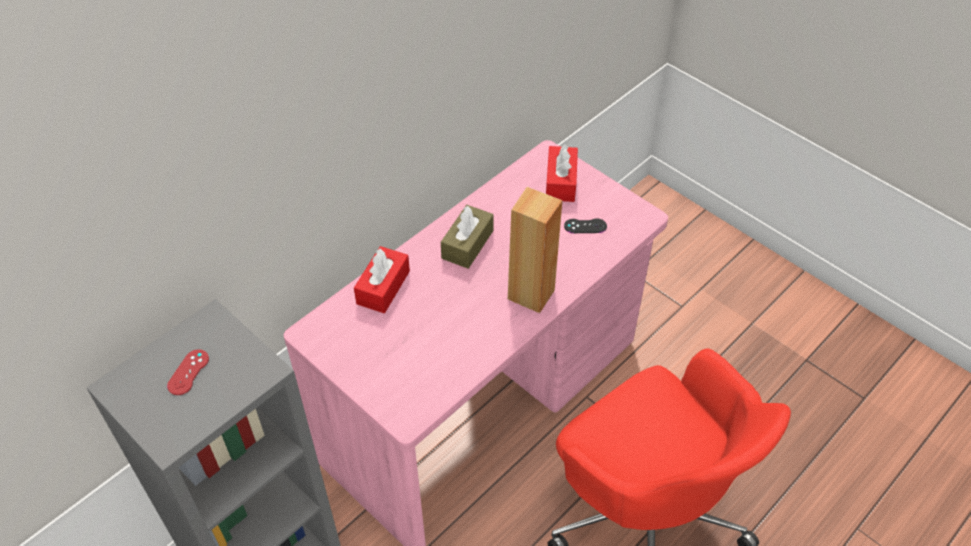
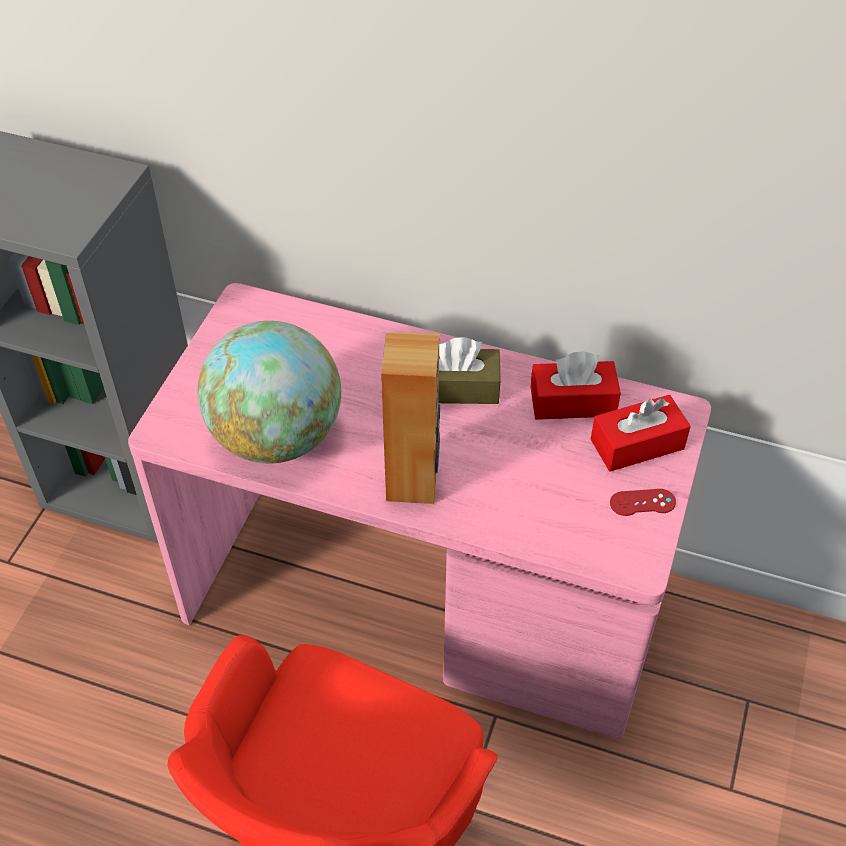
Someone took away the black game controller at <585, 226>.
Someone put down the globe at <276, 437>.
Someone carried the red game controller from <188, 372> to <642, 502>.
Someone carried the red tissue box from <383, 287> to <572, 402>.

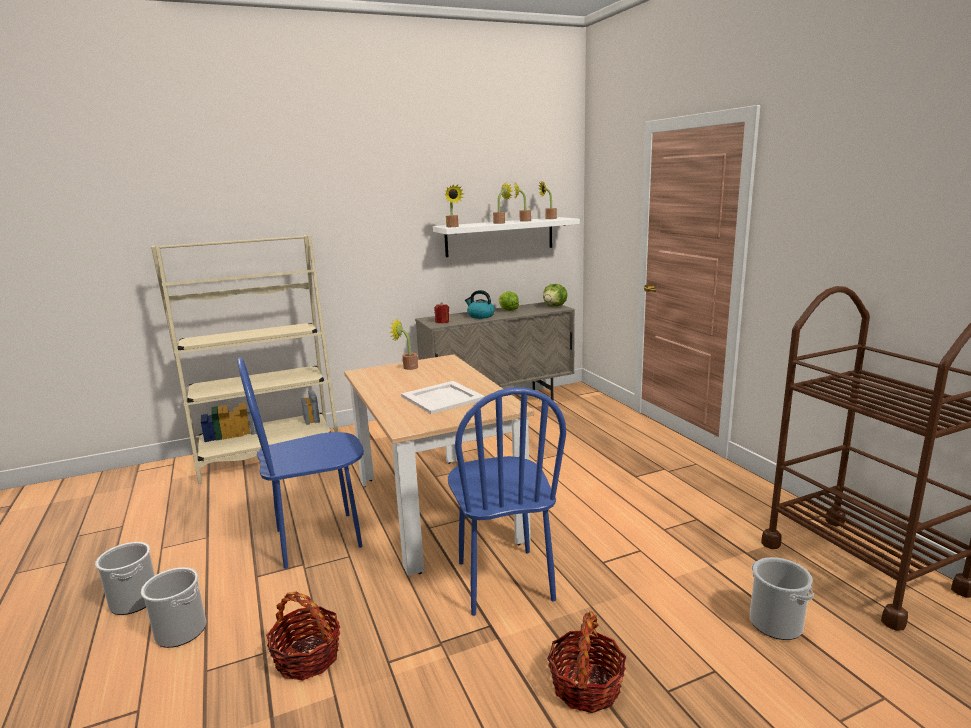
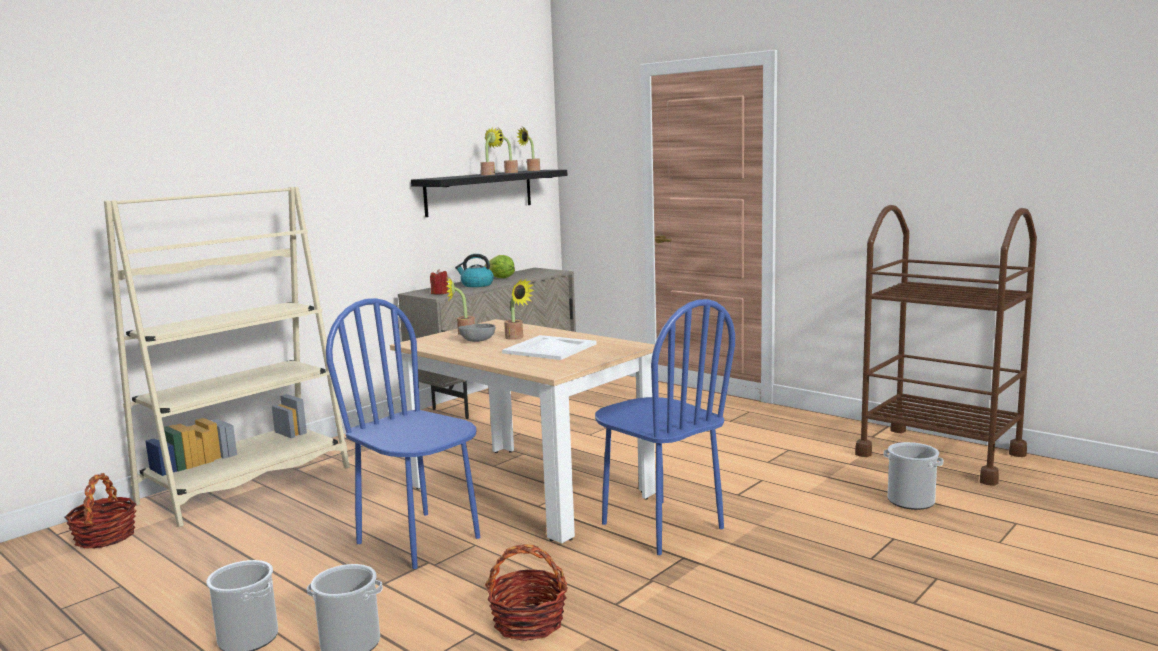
Someone took away the lettuce at <555, 306>.
Someone put down the grey bowl at <477, 340>.
Someone carried the potted plant from <453, 227> to <517, 338>.
Someone carried the basket from <586, 686> to <105, 537>.
Someone repainted the white shelf at <500, 236>, which became the black shelf at <479, 192>.
Someone rotated the blue chair at <318, 539> by 90 degrees clockwise.

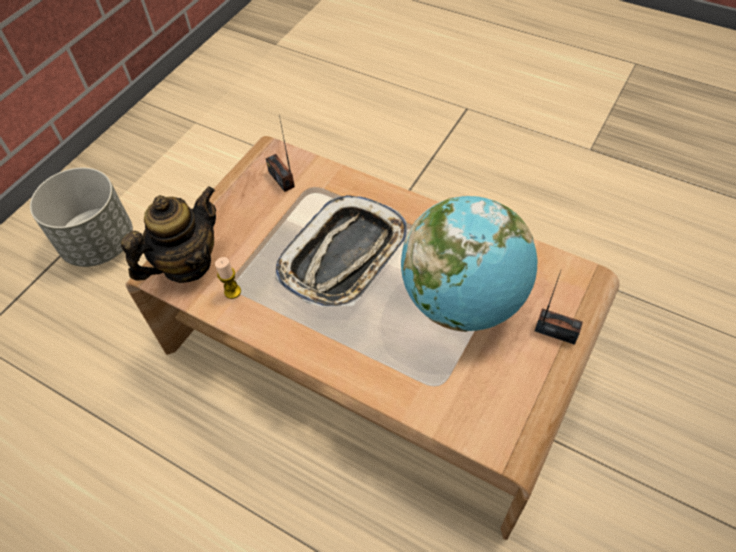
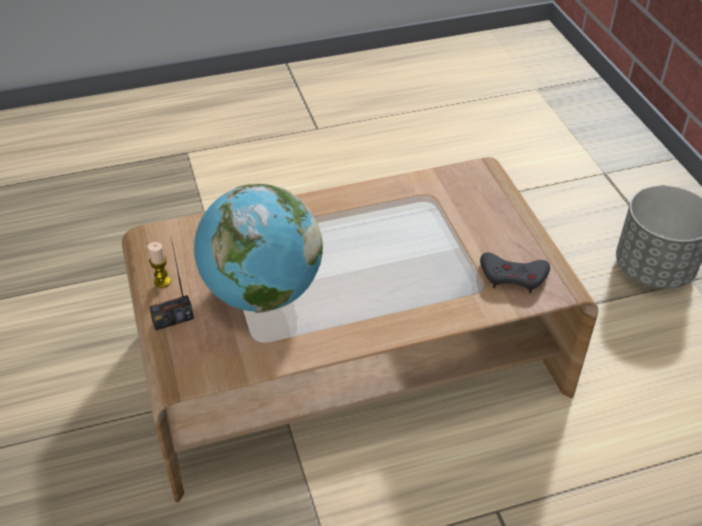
Someone took away the teapot at <187, 264>.
Someone took away the tray at <344, 257>.
Someone carried the candle from <232, 291> to <162, 281>.
Someone swapped the radio at <281, 179> for the grey game controller at <513, 276>.

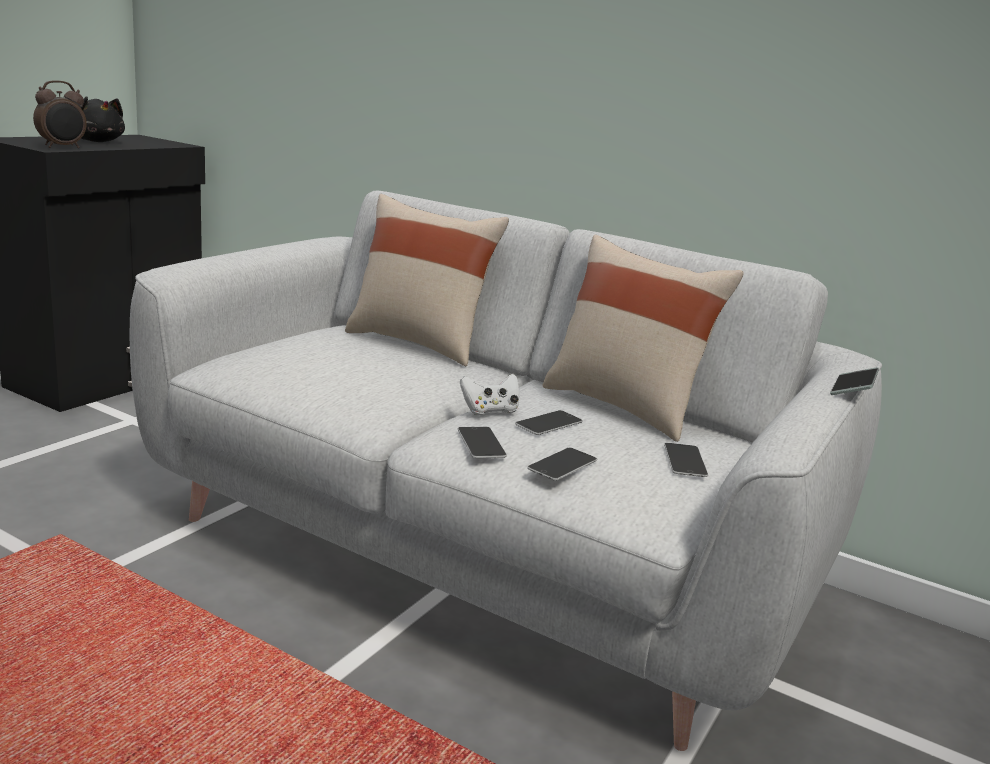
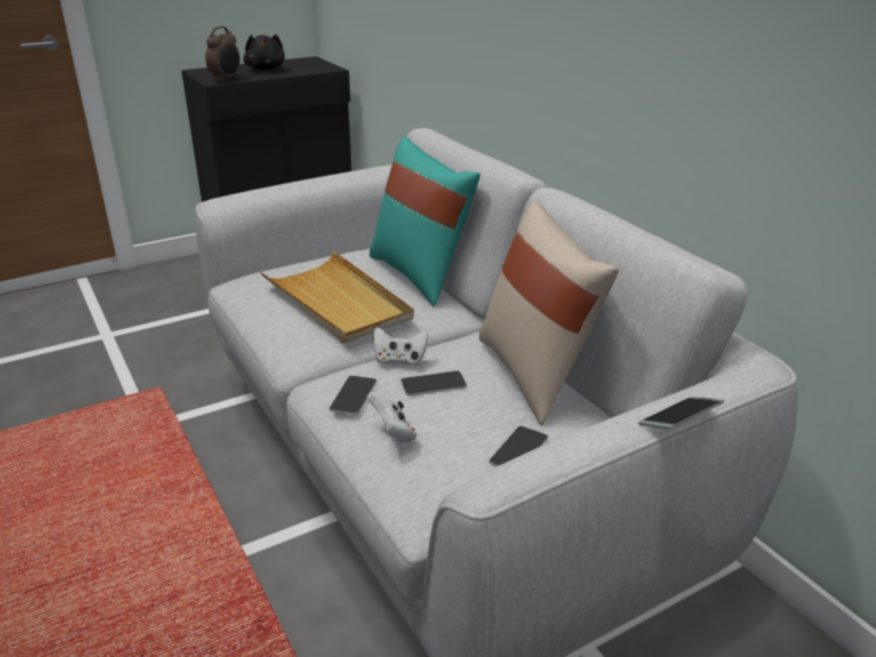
Someone put down the beige tray at <337, 302>.
Someone swapped the phone at <562, 464> for the white game controller at <393, 433>.
Someone repainted the beige pillow at <419, 343>, which became the turquoise pillow at <421, 275>.
Someone rotated the alarm clock at <63, 147> by 45 degrees counterclockwise.

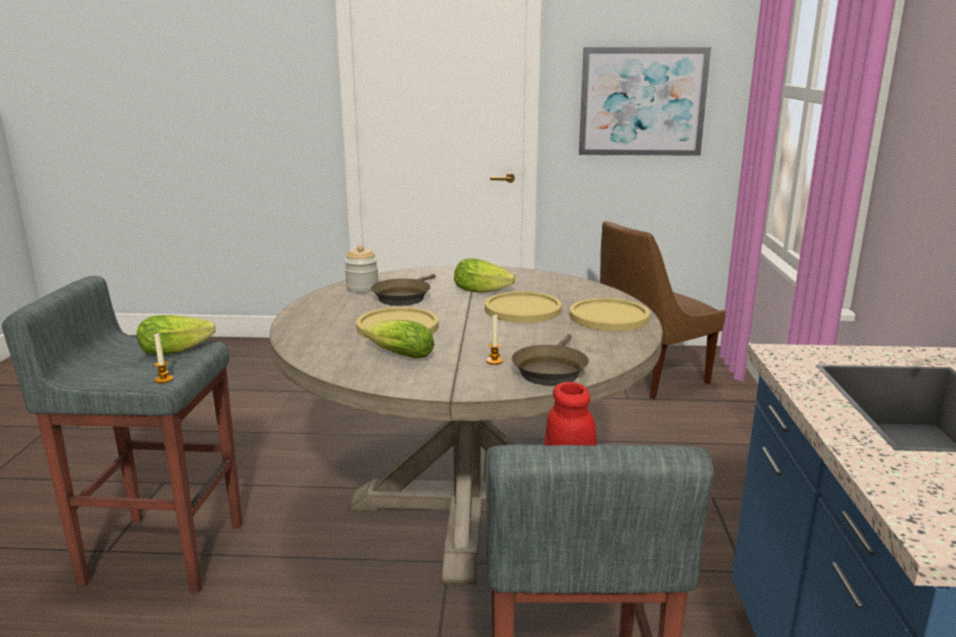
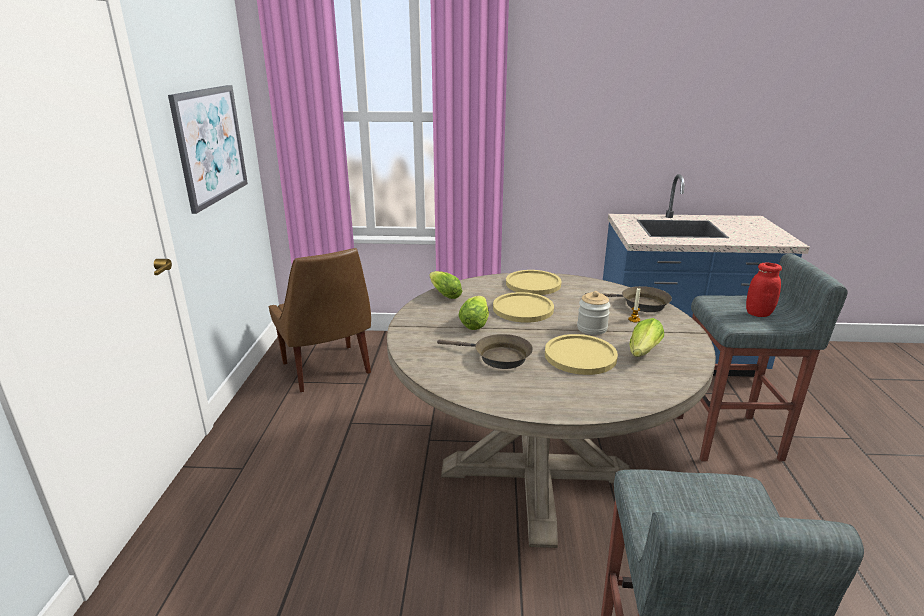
Someone took away the candle at <163, 379>.
Someone carried the lettuce from <180, 349> to <443, 294>.
Someone carried the jar from <362, 288> to <592, 328>.

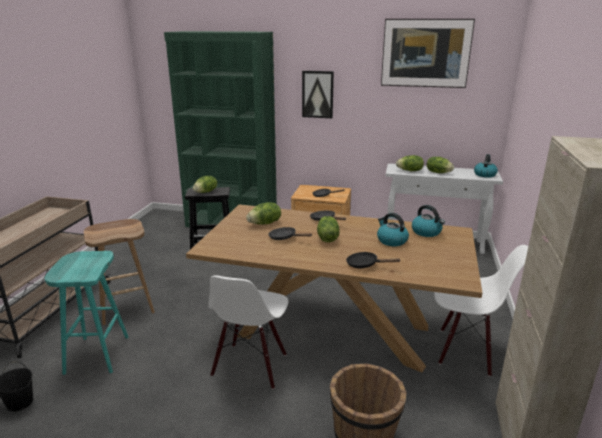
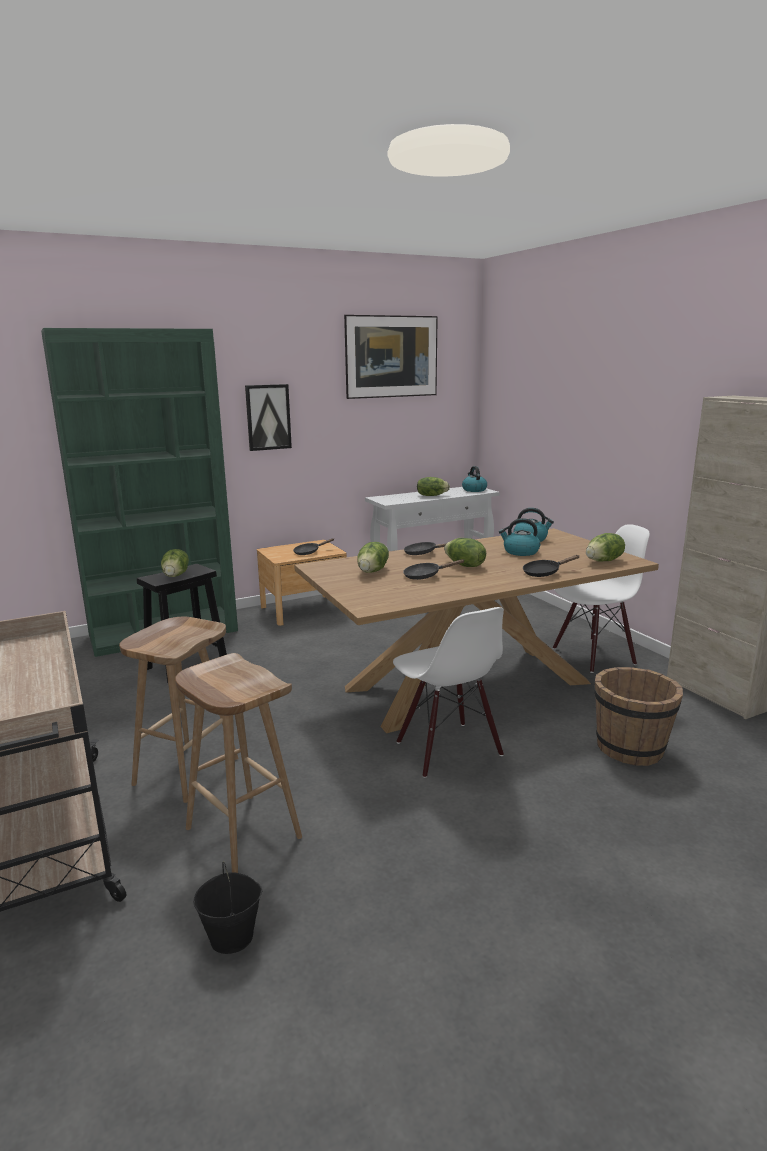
Someone carried the lettuce from <410, 171> to <604, 561>.
Someone repainted the turquoise stool at <96, 354>, which became the brown stool at <241, 832>.

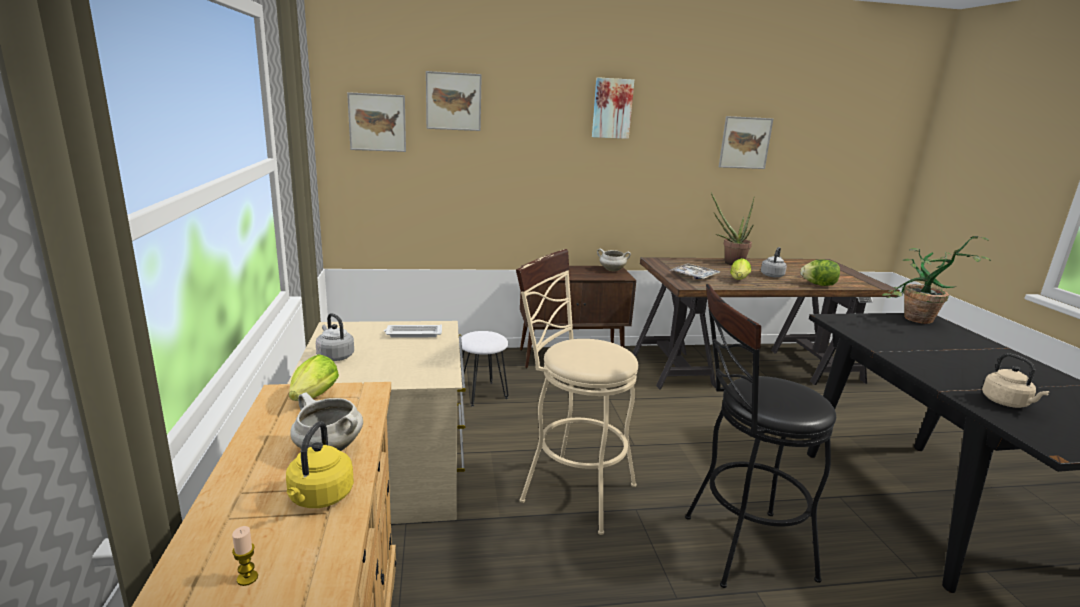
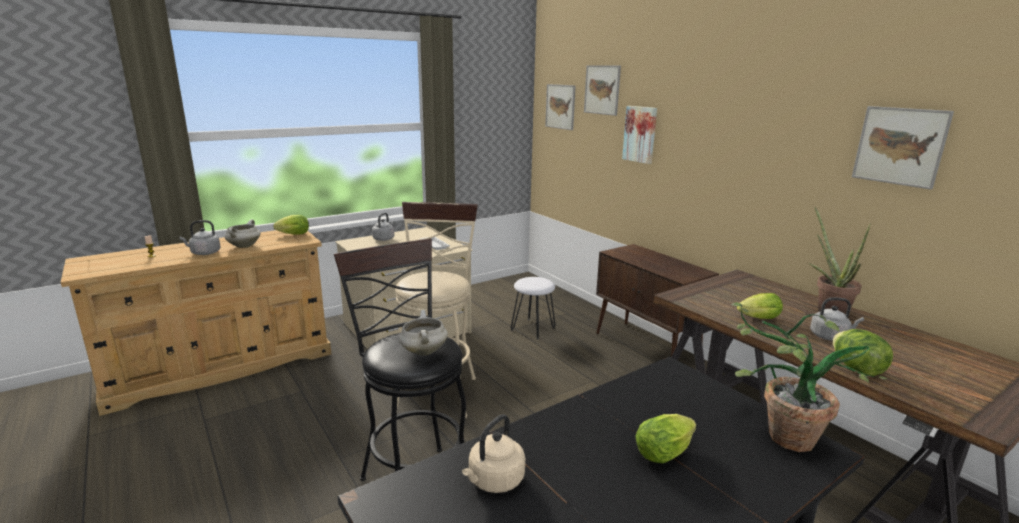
Someone took away the tray at <694, 276>.
Someone put down the lettuce at <666, 452>.
Someone carried the picture from <612, 108> to <640, 134>.
Someone carried the white cooking pot from <611, 270> to <423, 351>.
Someone repainted the yellow kettle at <319, 498>, which became the grey kettle at <204, 253>.

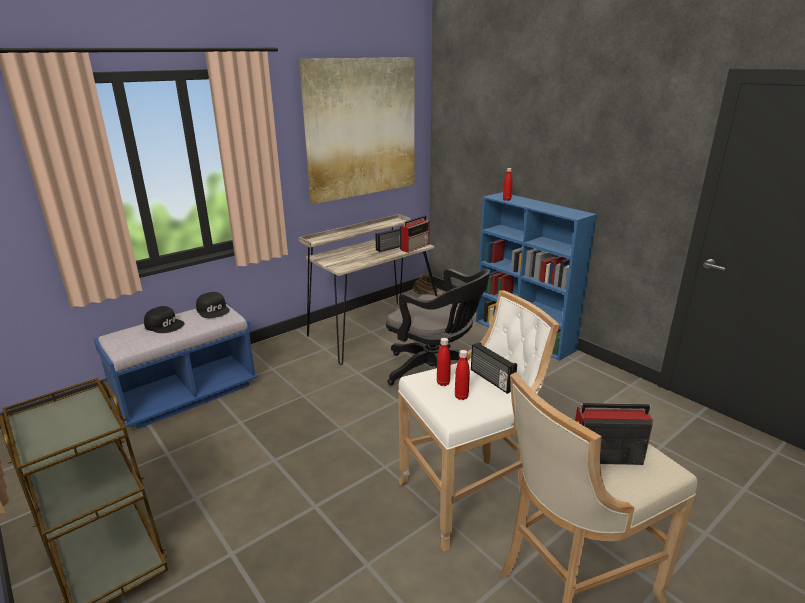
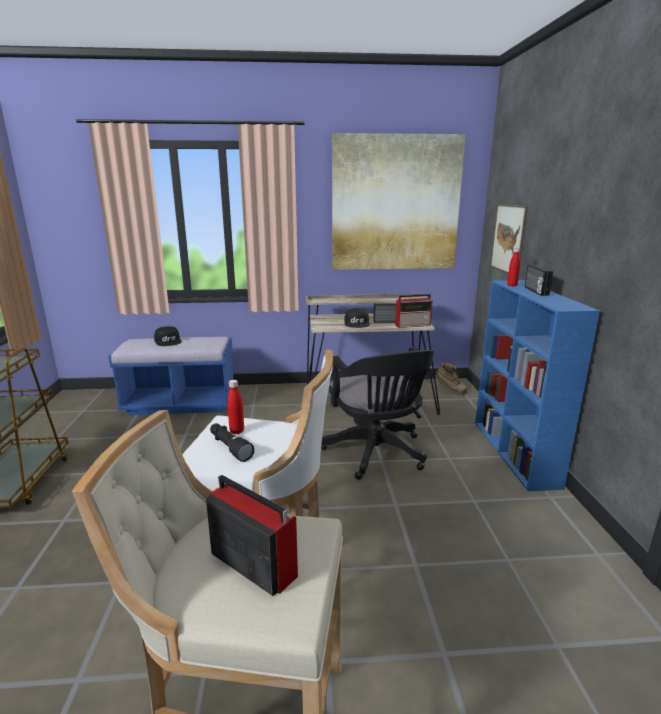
Someone put up the picture at <508, 239>.
Someone carried the black cap from <213, 310> to <357, 323>.
Someone carried the radio from <491, 380> to <535, 291>.
Someone swapped the red bottle at <461, 396> for the black flashlight at <229, 447>.

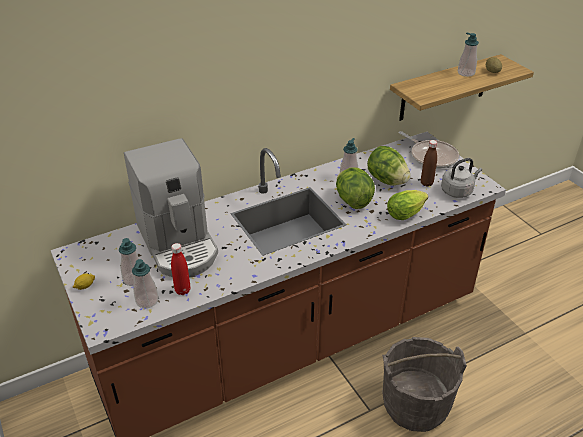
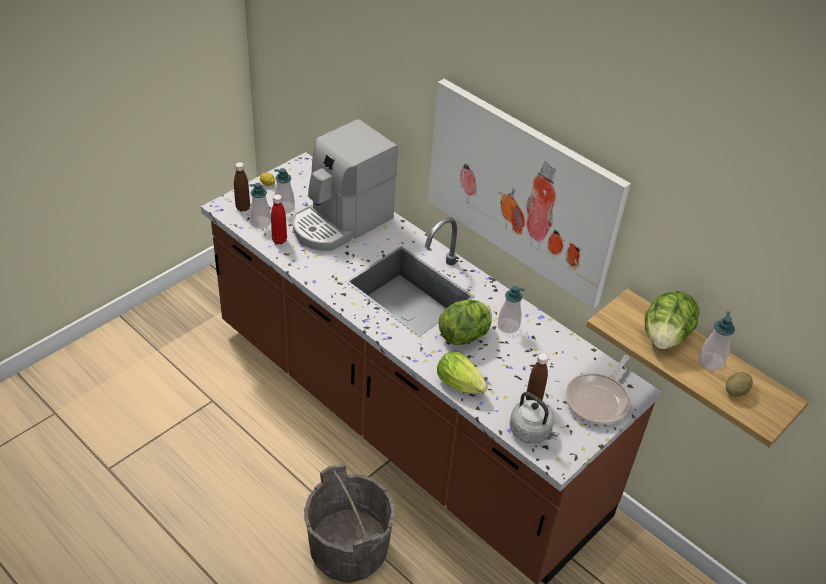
Someone put down the brown bottle at <243, 208>.
Someone put up the picture at <521, 191>.
Someone carried the lettuce from <386, 180> to <665, 337>.

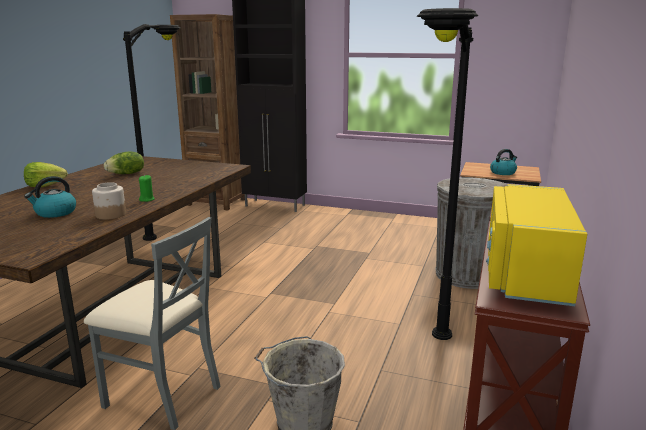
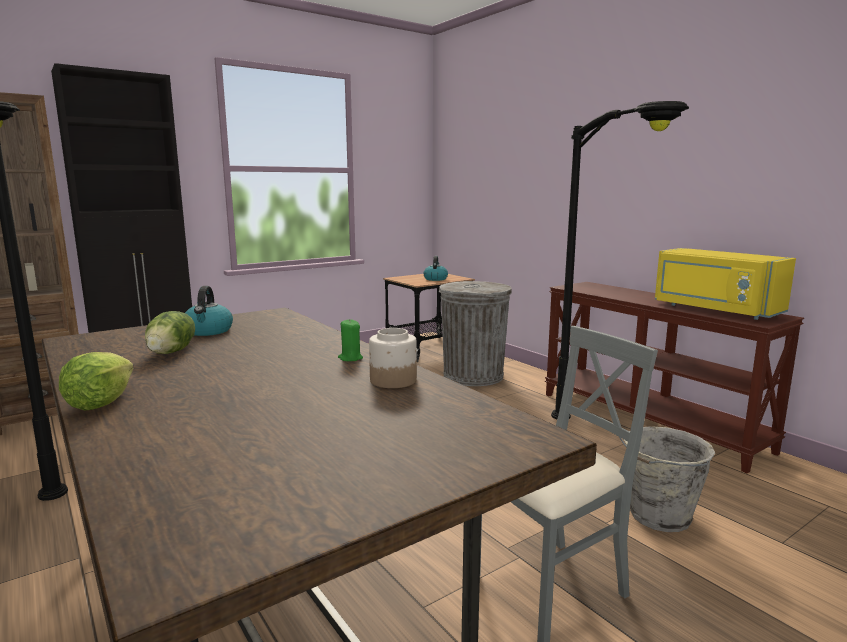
Someone carried the kettle from <55, 213> to <208, 331>.

